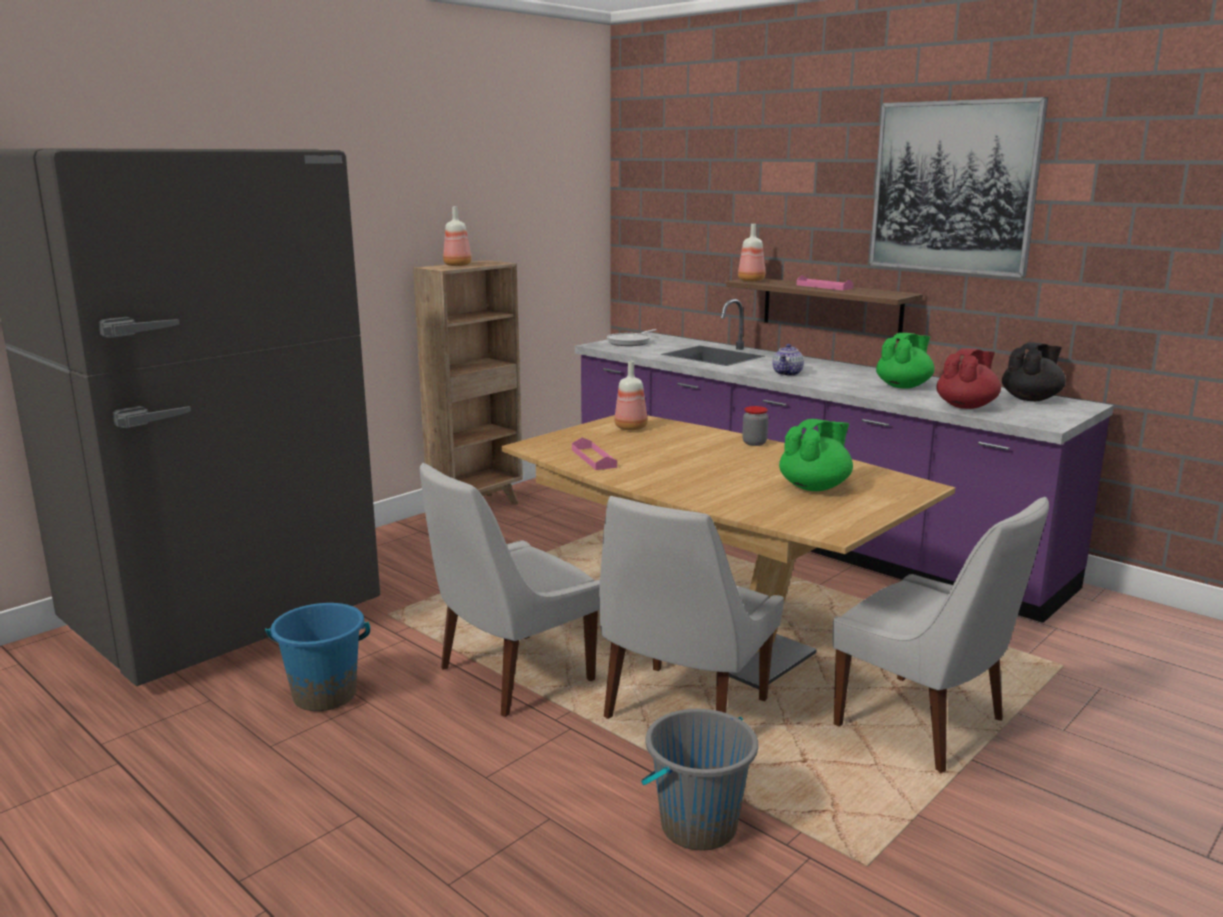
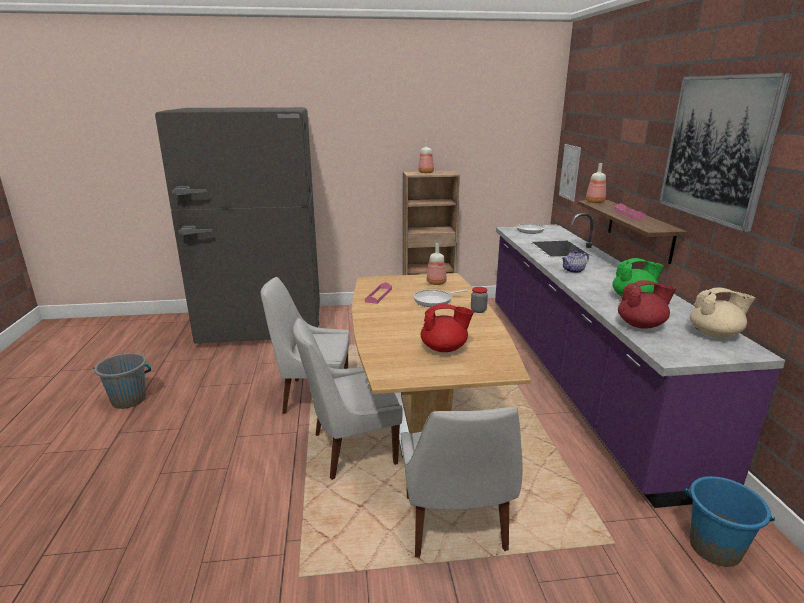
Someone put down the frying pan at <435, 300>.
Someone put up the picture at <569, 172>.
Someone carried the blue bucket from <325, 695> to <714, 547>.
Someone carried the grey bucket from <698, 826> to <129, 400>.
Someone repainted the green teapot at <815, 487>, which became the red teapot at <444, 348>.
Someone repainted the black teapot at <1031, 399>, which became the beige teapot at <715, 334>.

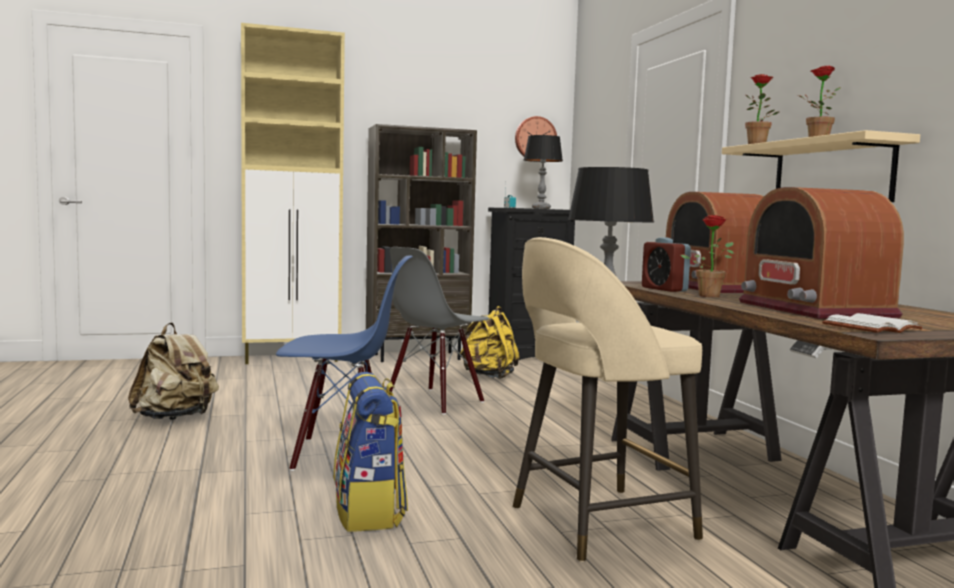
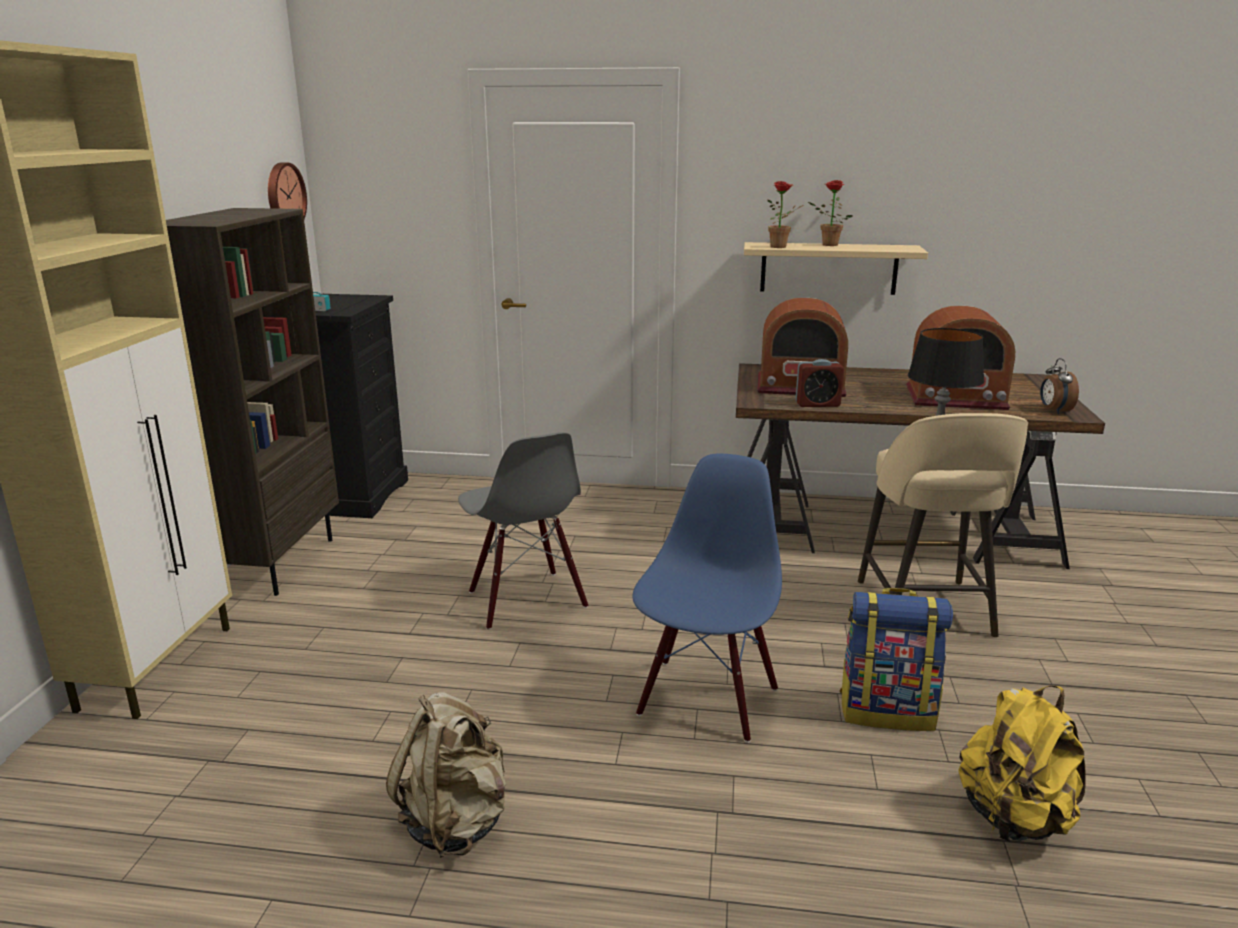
Someone took away the table lamp at <541, 208>.
Someone took away the potted plant at <710, 295>.
Someone carried the yellow backpack from <489, 376> to <1014, 819>.
Someone swapped the white book at <872, 328> for the alarm clock at <1054, 411>.

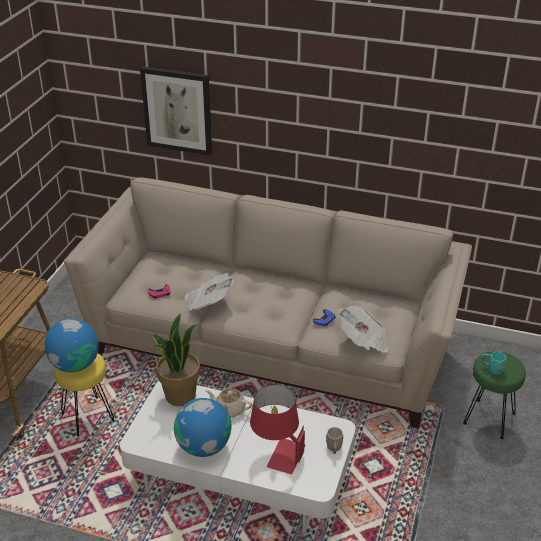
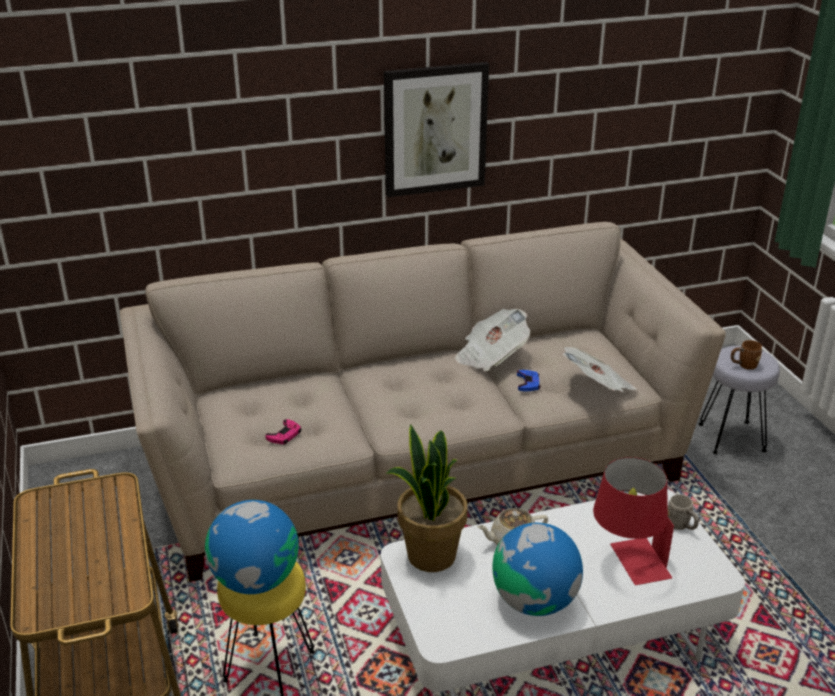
Someone carried the picture from <177, 110> to <435, 129>.
Someone carried the newspaper from <208, 302> to <491, 356>.
Someone repainted the green stool at <489, 419>, which became the grey stool at <731, 438>.
Someone repainted the turquoise mug at <492, 369>, which became the brown mug at <743, 365>.

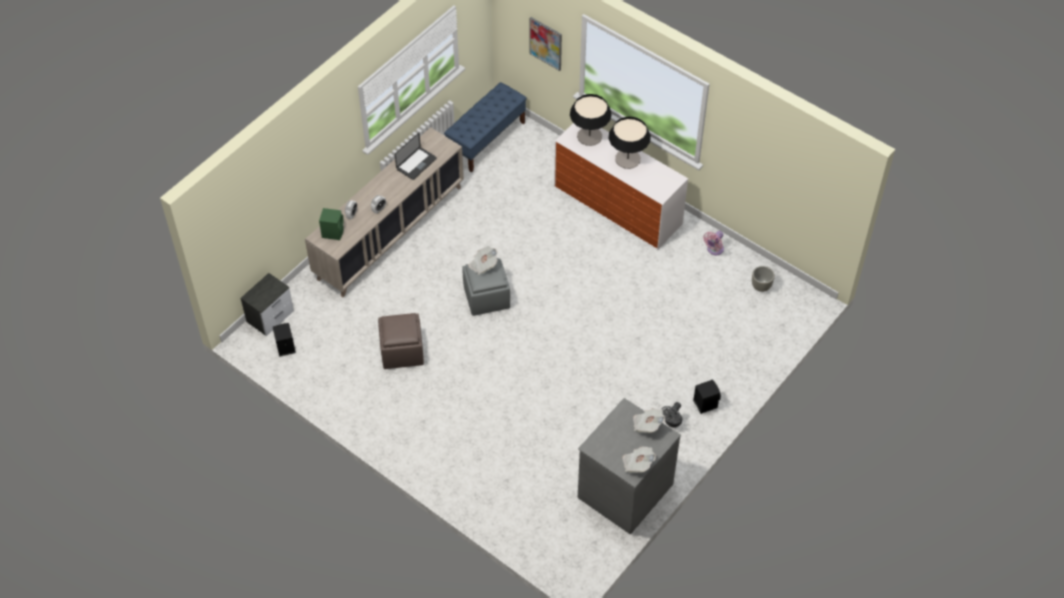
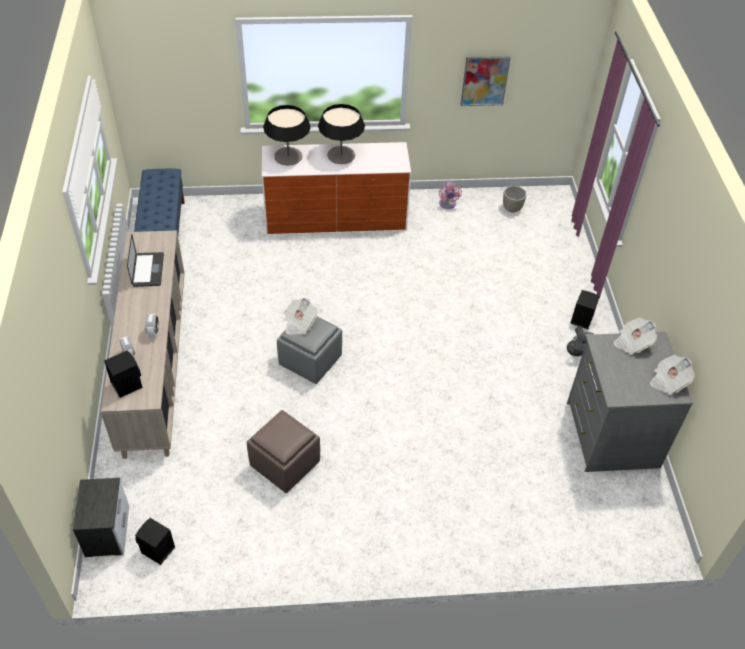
Someone carried the picture from <546, 43> to <484, 80>.
Someone repainted the green speaker at <333, 232>, which became the black speaker at <126, 384>.

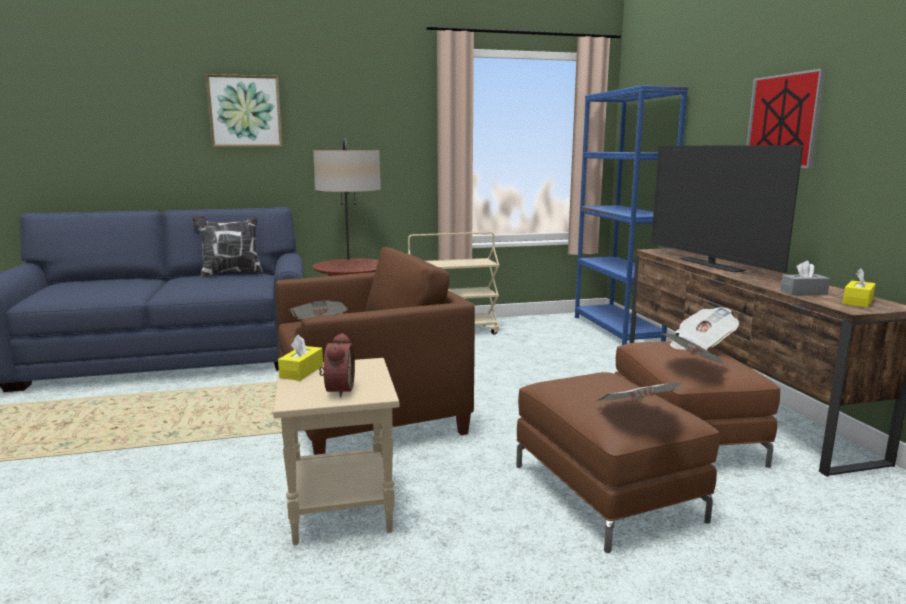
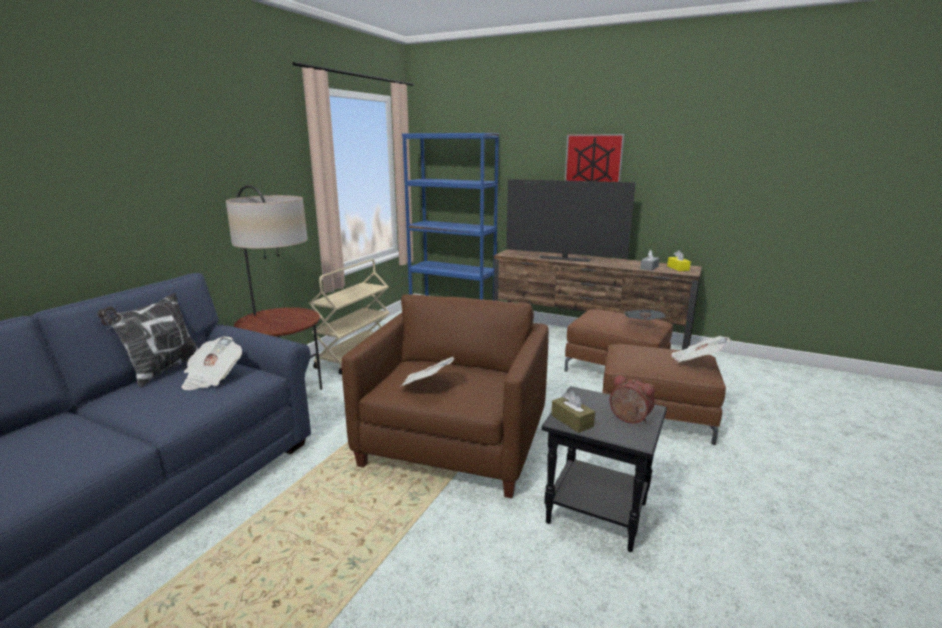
Someone took away the picture at <245, 111>.
Someone carried the newspaper from <700, 345> to <212, 378>.
Someone repainted the beige side table at <338, 508>, which became the black side table at <595, 514>.
Someone repainted the yellow tissue box at <301, 371>, which became the brown tissue box at <572, 421>.

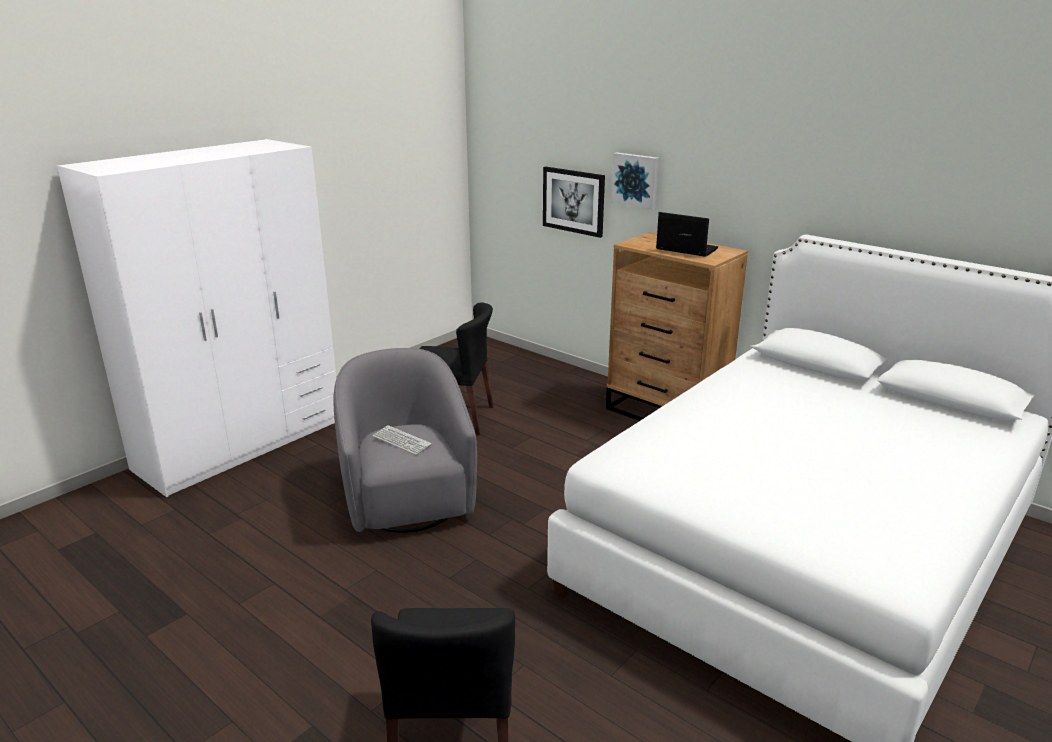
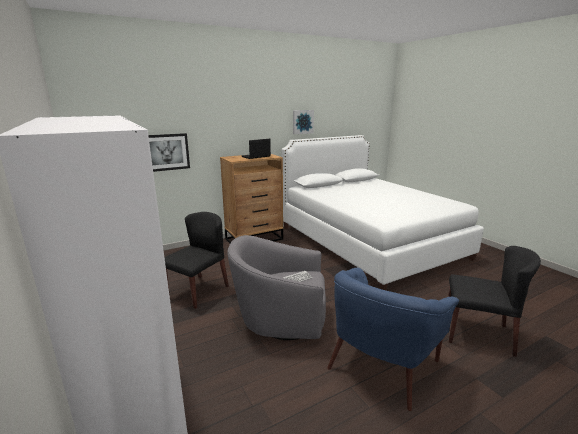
Someone put down the blue armchair at <381, 364>.
Someone carried the picture from <636, 180> to <302, 121>.

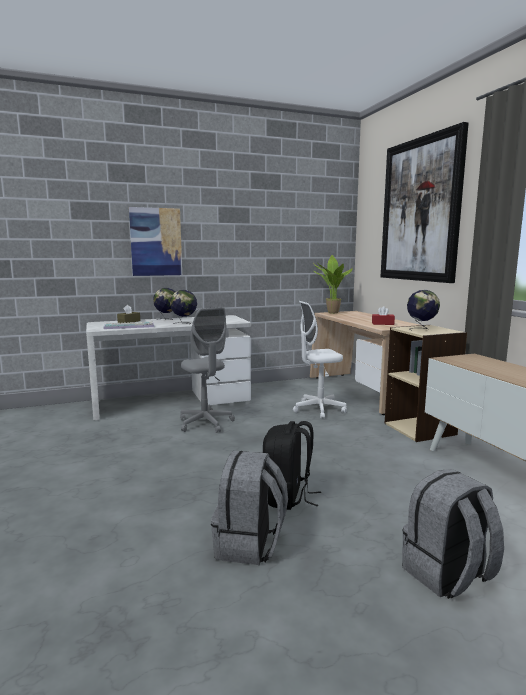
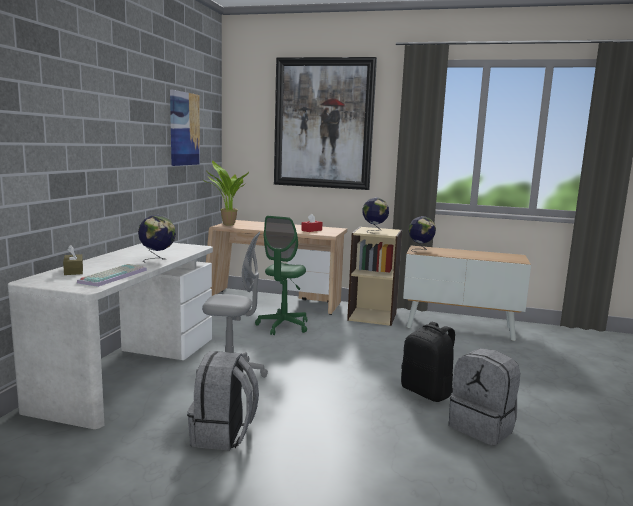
Someone carried the picture from <156, 242> to <184, 129>.
Someone carried the globe from <167, 319> to <420, 250>.
Someone carried the grey backpack from <447, 575> to <223, 435>.
Someone repainted the white office chair at <319, 409>, which became the green office chair at <283, 326>.

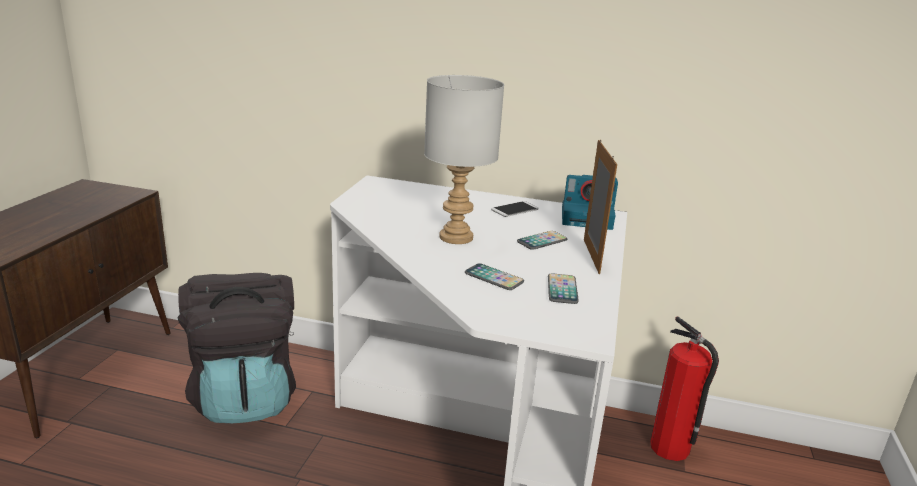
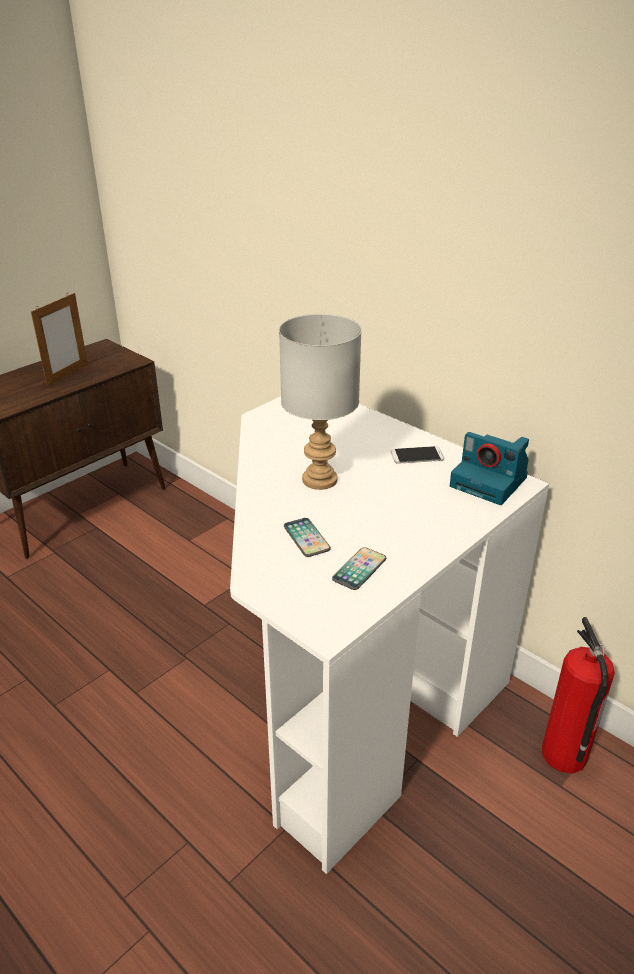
Someone took away the black backpack at <245, 395>.
Someone took away the phone at <542, 241>.
Someone carried the picture frame from <591, 256> to <67, 375>.

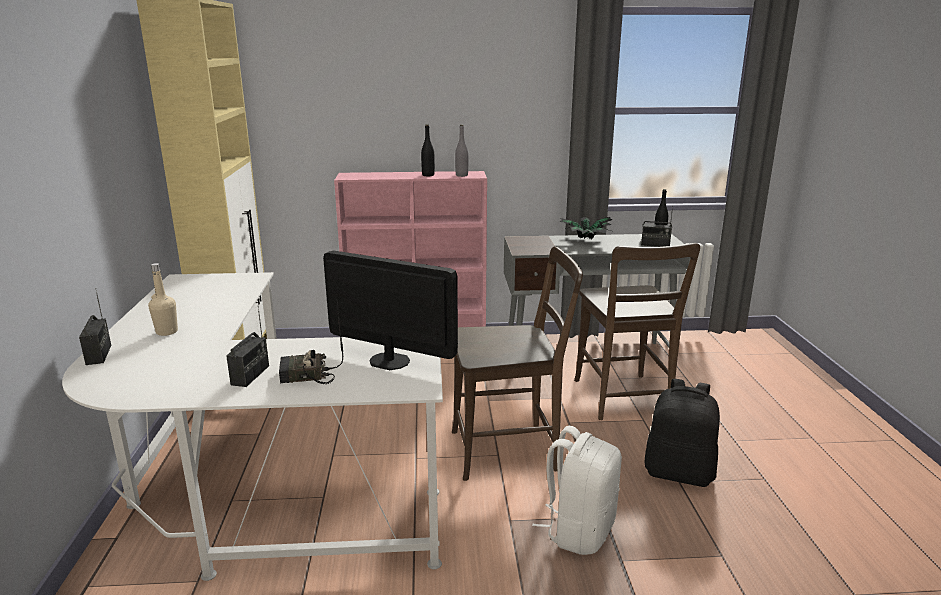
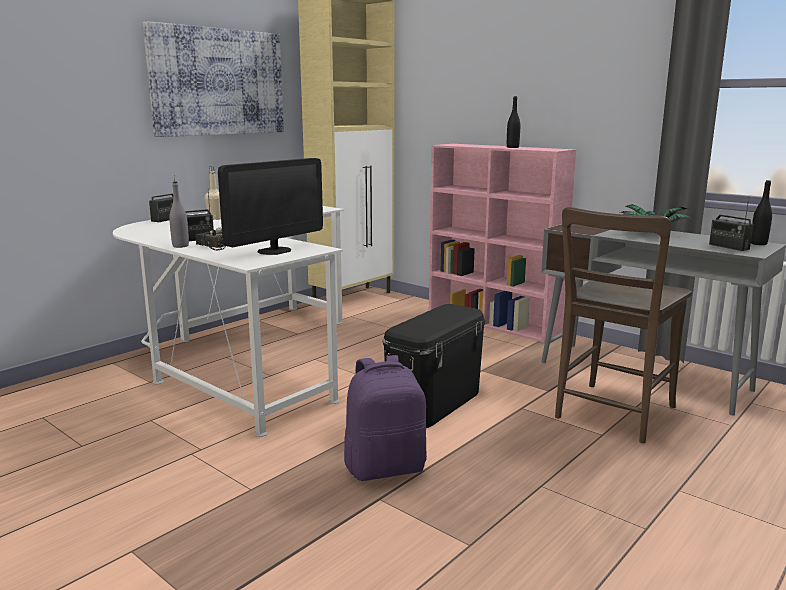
Someone took away the black backpack at <679, 473>.
Someone put up the picture at <217, 82>.
Someone carried the grey bottle from <461, 175> to <180, 246>.
Someone swapped the brown chair at <510, 450> for the black storage box at <434, 403>.
Someone repainted the white backpack at <579, 530>, which became the purple backpack at <385, 467>.
Someone rotated the monitor at <389, 361> by 60 degrees clockwise.

